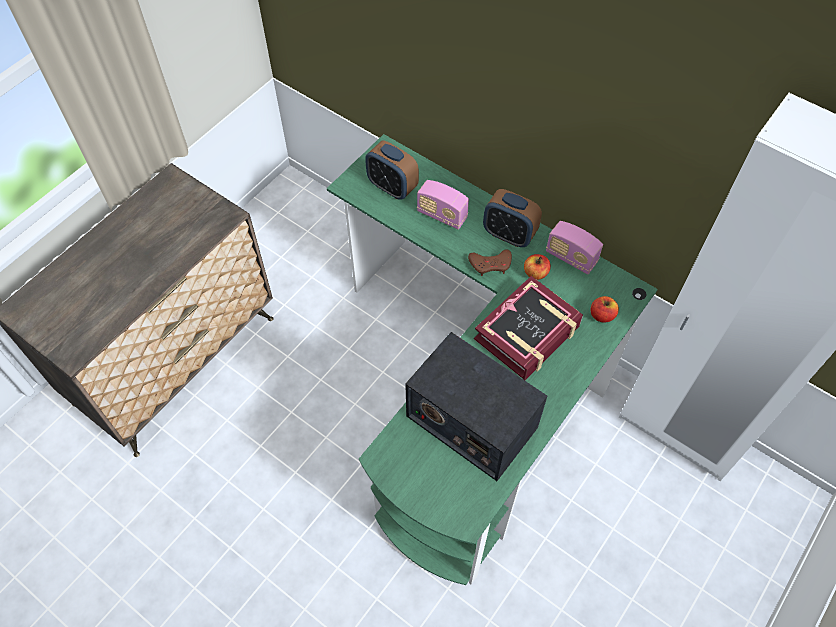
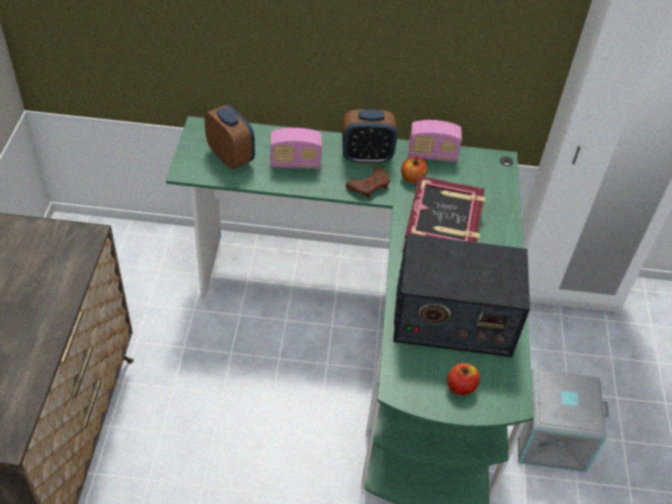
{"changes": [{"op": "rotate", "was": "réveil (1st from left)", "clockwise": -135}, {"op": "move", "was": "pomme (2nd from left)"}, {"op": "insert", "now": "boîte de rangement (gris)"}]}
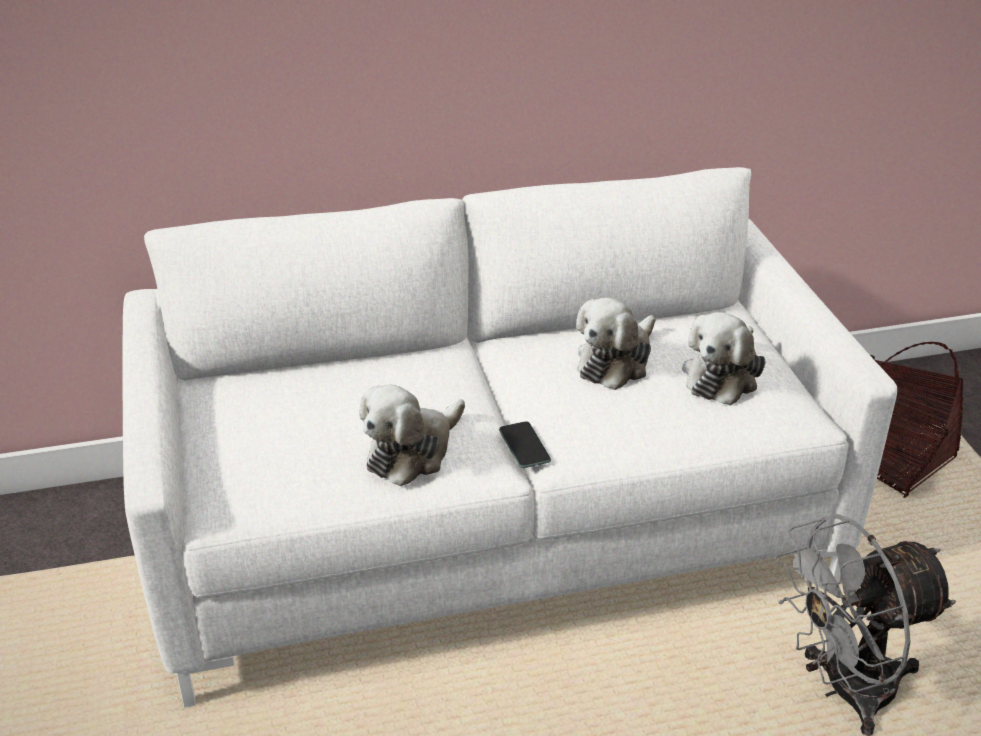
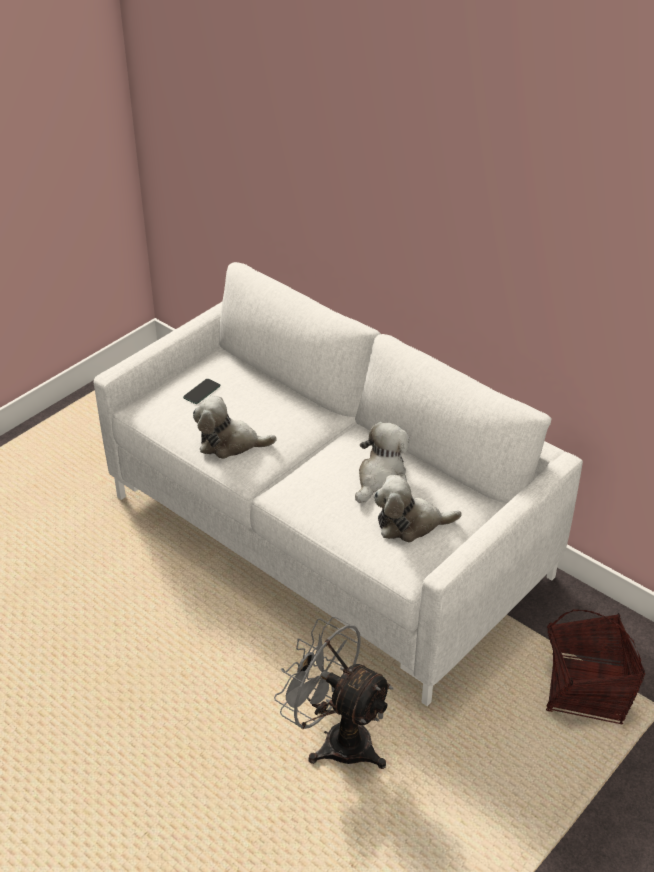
{"changes": [{"op": "rotate", "was": "peluche (2nd from left)", "clockwise": 120}, {"op": "move", "was": "téléphone"}]}
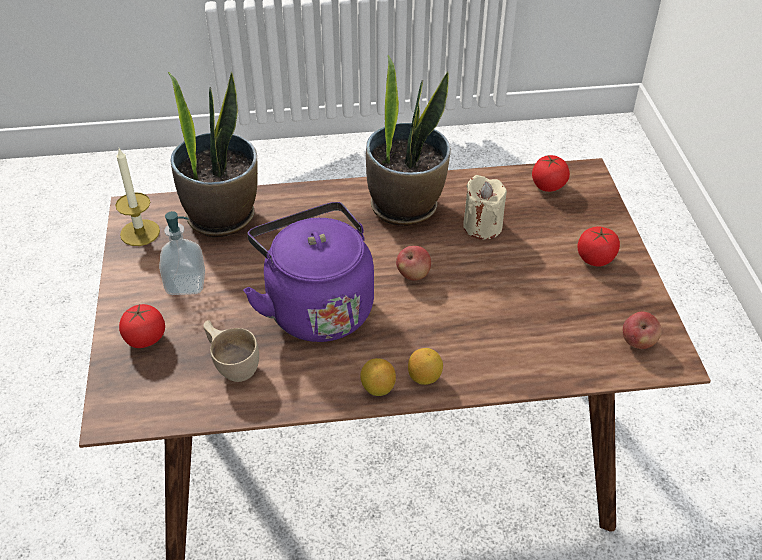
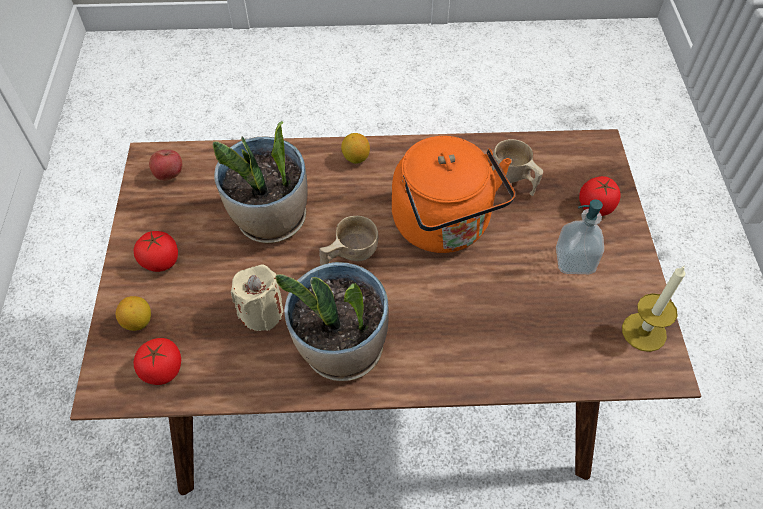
{"changes": [{"op": "move", "was": "plante en pot (1st from left)"}, {"op": "recolor", "was": "bouilloire (violet)", "now": "bouilloire (orange)"}, {"op": "replace", "was": "pomme (1st from left)", "now": "tasse (beige) (1st from left)"}, {"op": "move", "was": "citron (1st from left)"}]}
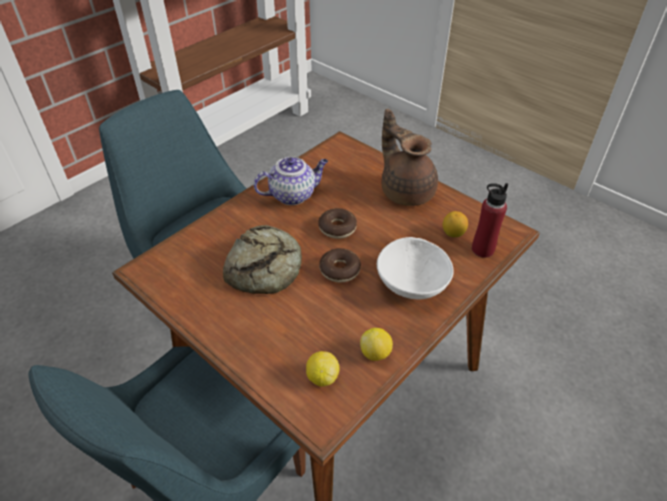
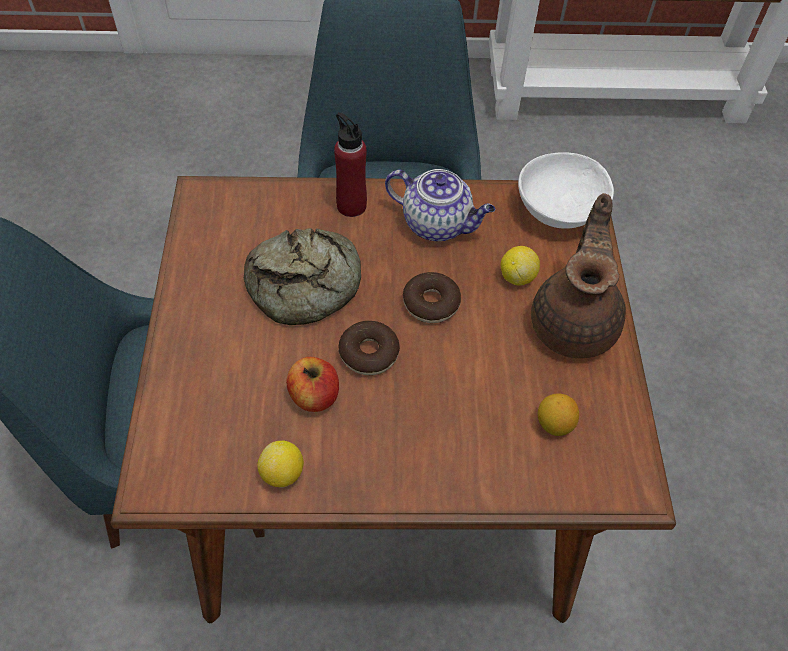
{"changes": [{"op": "move", "was": "bouteille (rouge)"}, {"op": "move", "was": "bol (blanc)"}, {"op": "move", "was": "citron (1st from left in the first image)", "now": "citron (2nd from left)"}, {"op": "insert", "now": "pomme"}]}
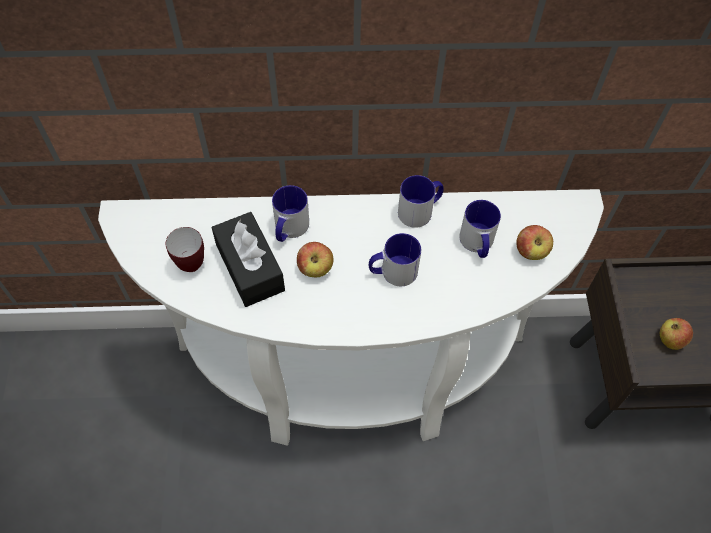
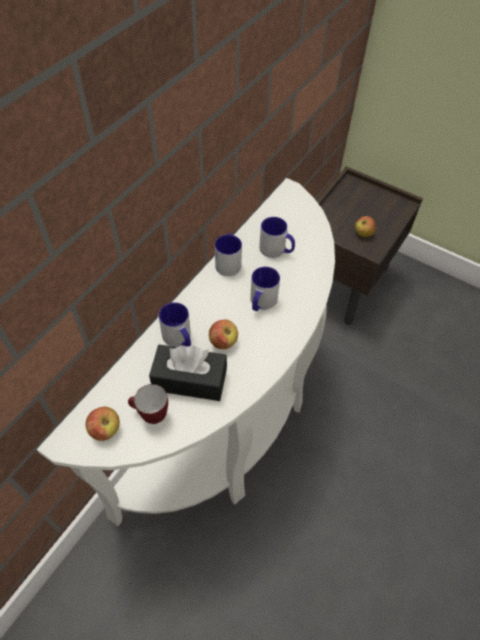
{"changes": [{"op": "move", "was": "pomme (2nd from left in the first image)", "now": "pomme (1st from left)"}]}
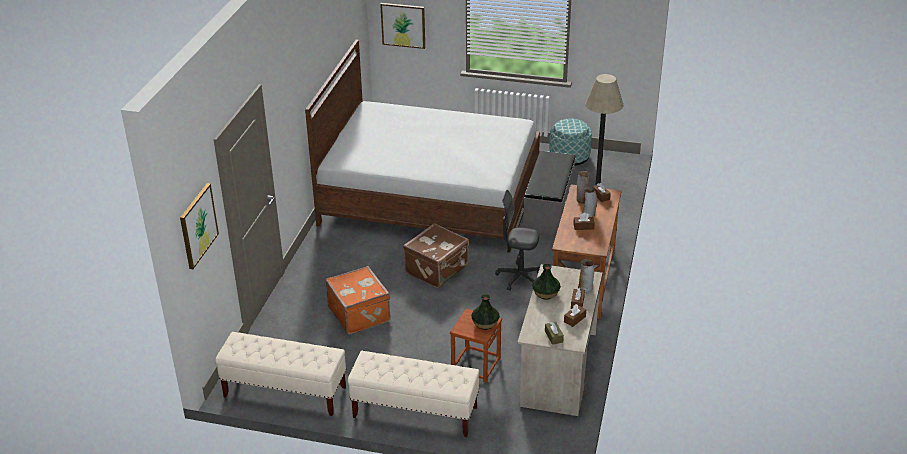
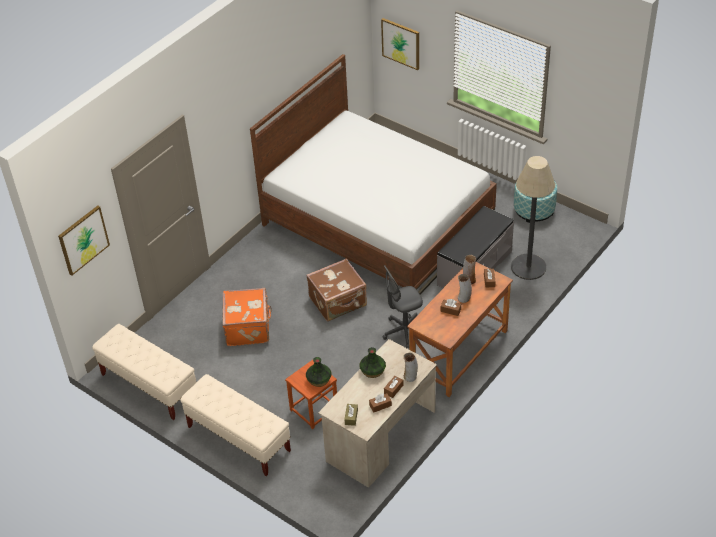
{"changes": [{"op": "rotate", "was": "chaise de bureau (gris)", "clockwise": -60}]}
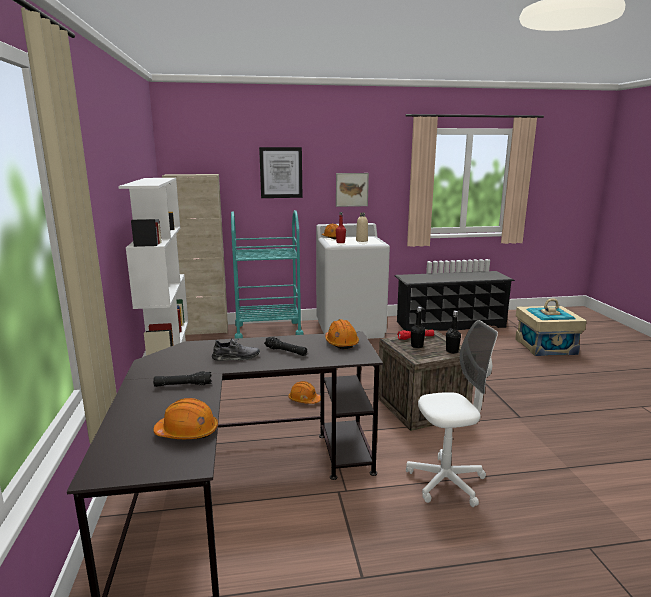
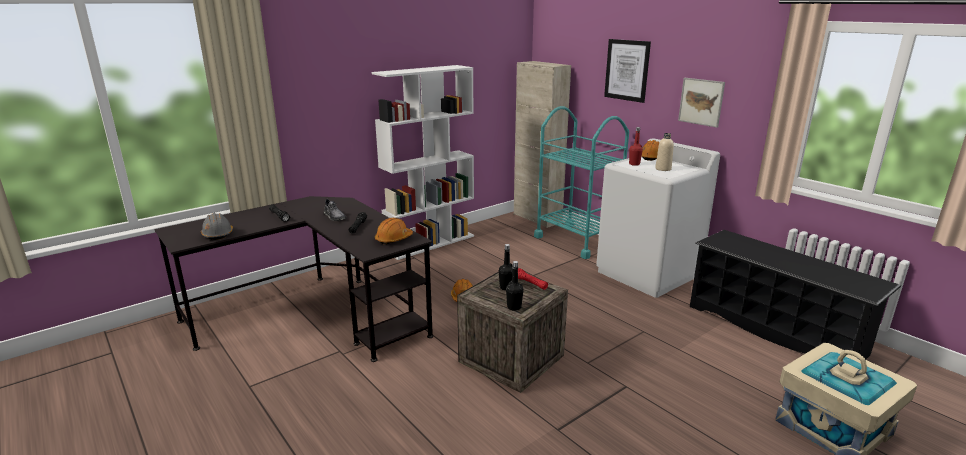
{"changes": [{"op": "delete", "was": "chaise de bureau (blanc)"}, {"op": "recolor", "was": "casque de chantier (orange) (1st from left)", "now": "casque de chantier (gris)"}]}
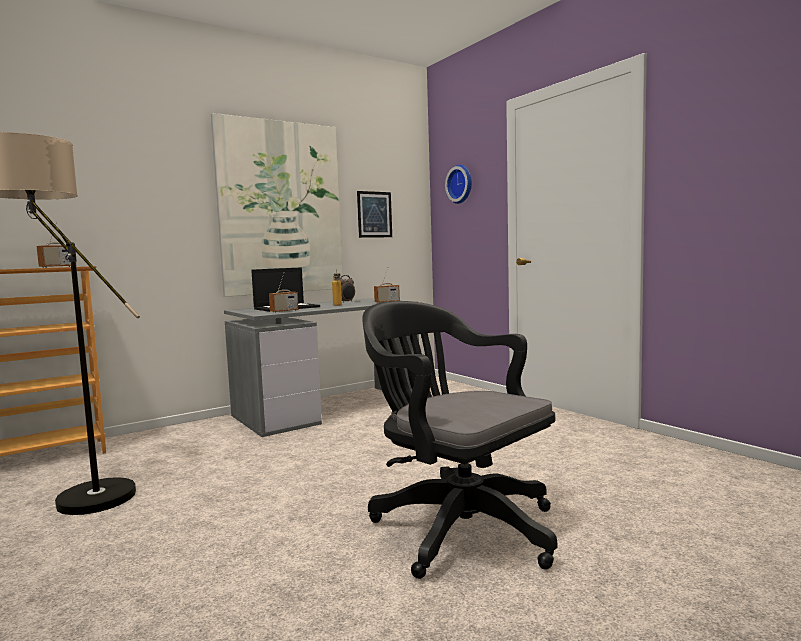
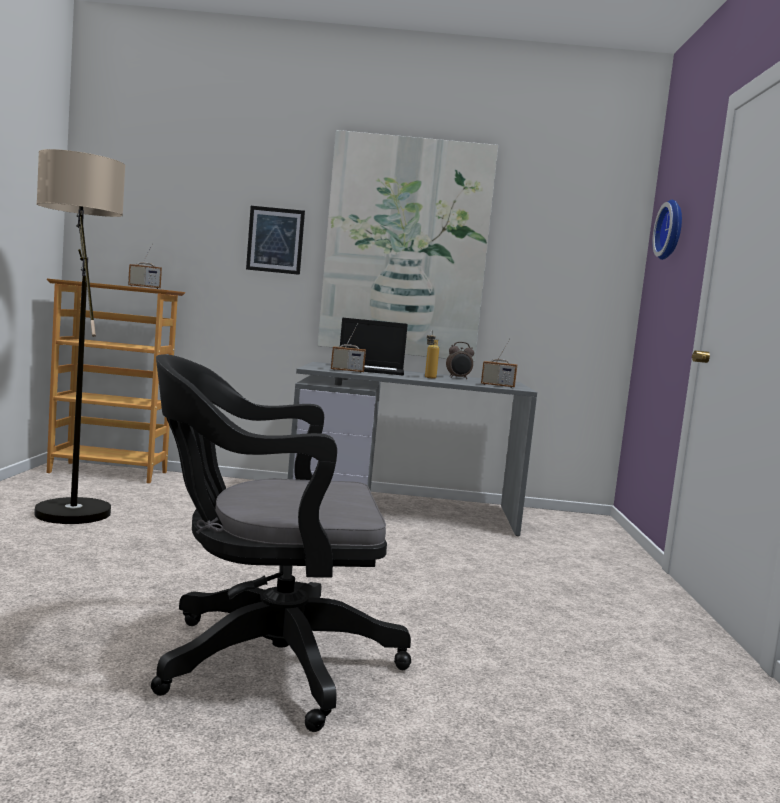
{"changes": [{"op": "move", "was": "tableau (2nd from left in the first image)", "now": "tableau (1st from left)"}, {"op": "rotate", "was": "chaise de bureau (noir)", "clockwise": -90}]}
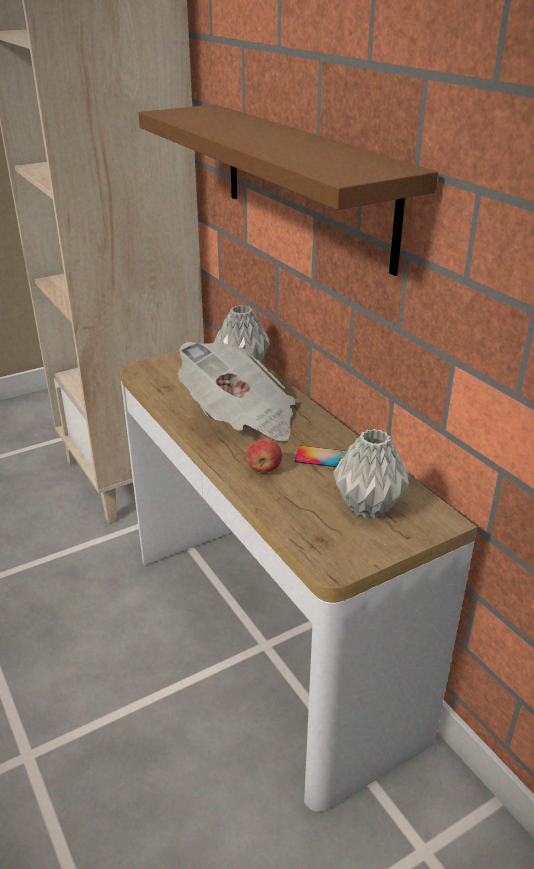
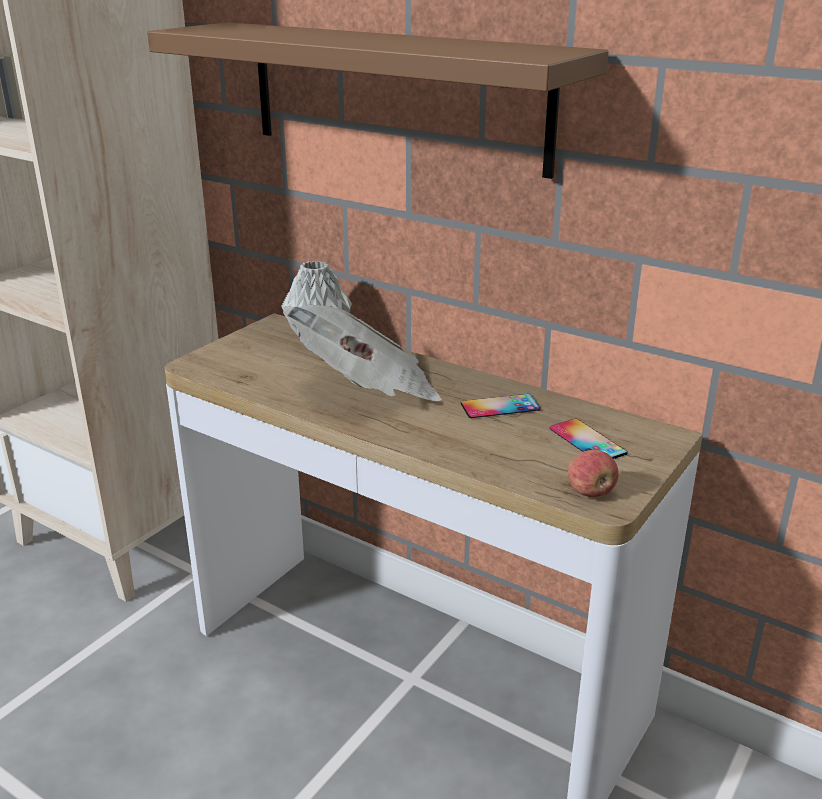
{"changes": [{"op": "replace", "was": "vase (gris) (2nd from left)", "now": "téléphone (2nd from left)"}, {"op": "move", "was": "pomme"}]}
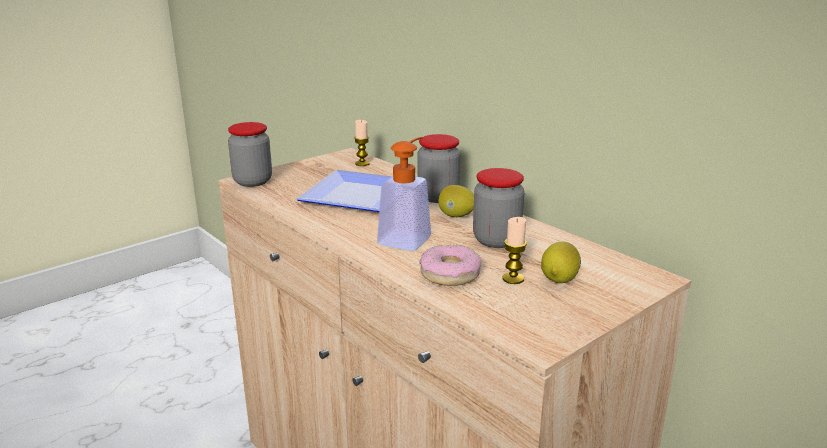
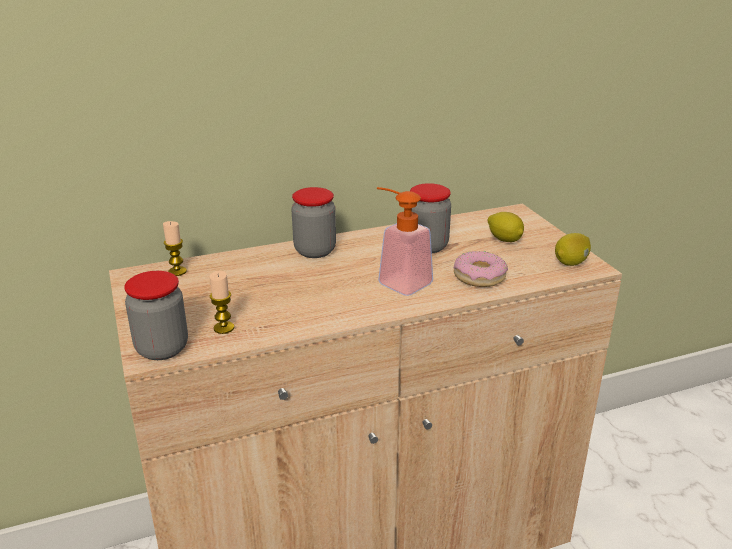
{"changes": [{"op": "delete", "was": "assiette"}, {"op": "move", "was": "citron (1st from left in the first image)", "now": "citron (2nd from left)"}, {"op": "move", "was": "bougie (2nd from left)"}]}
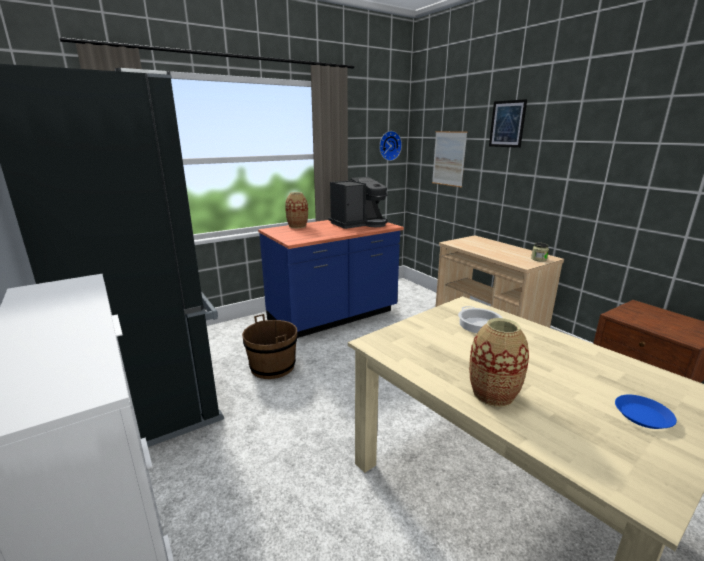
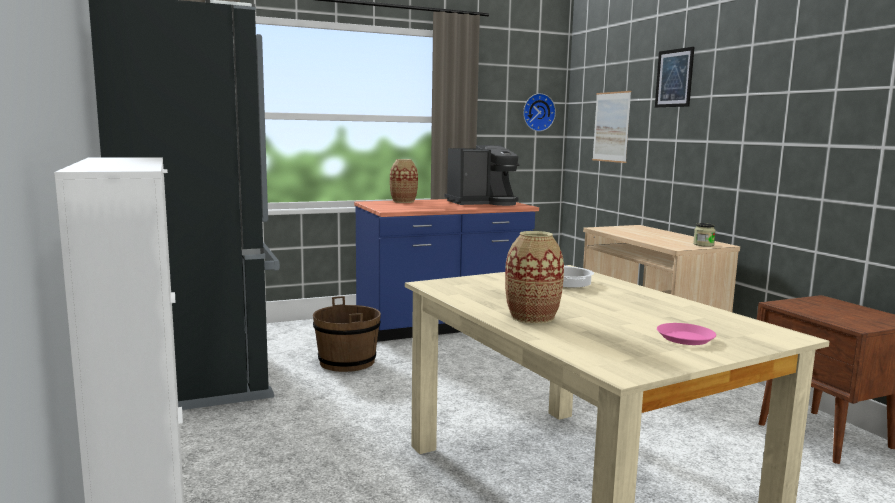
{"changes": [{"op": "recolor", "was": "assiette (bleu)", "now": "assiette (rose)"}]}
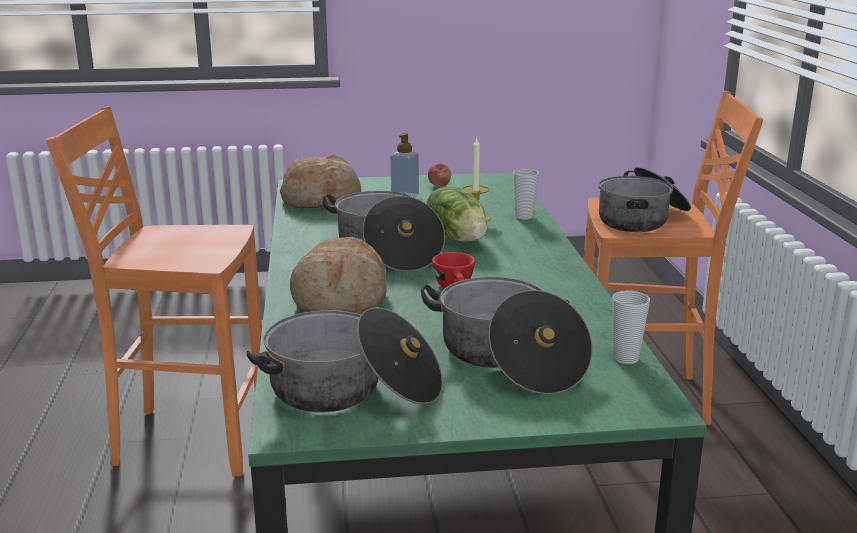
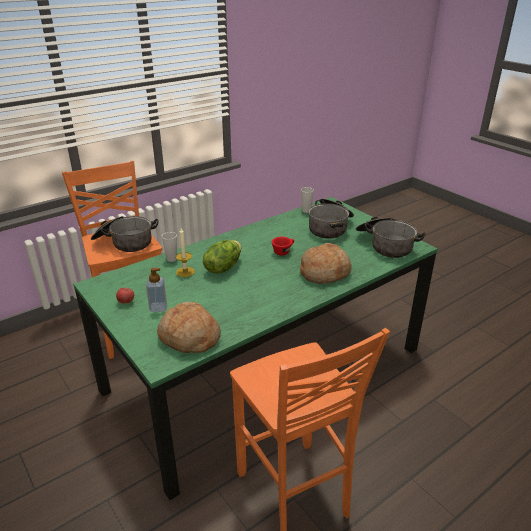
{"changes": [{"op": "delete", "was": "marmite (2nd from left)"}]}
